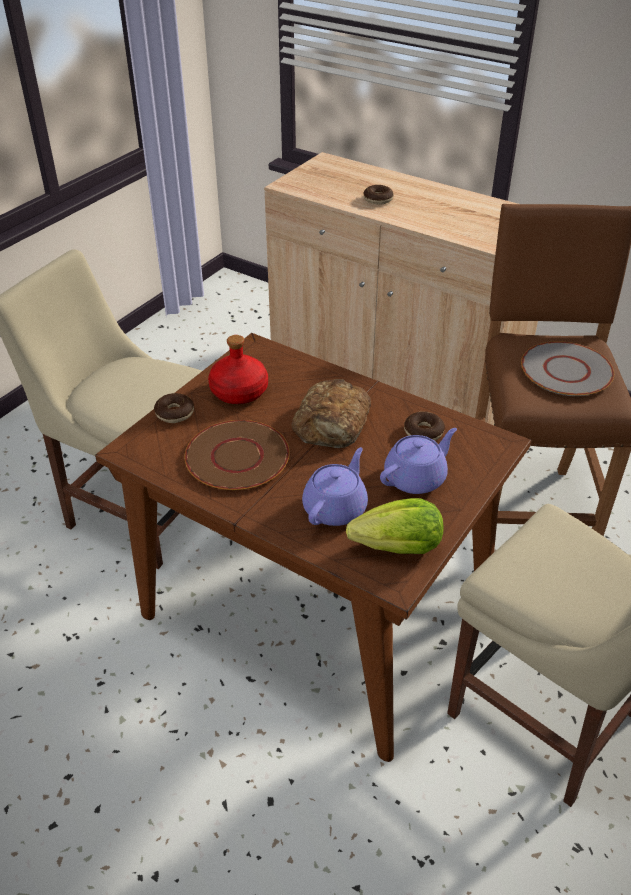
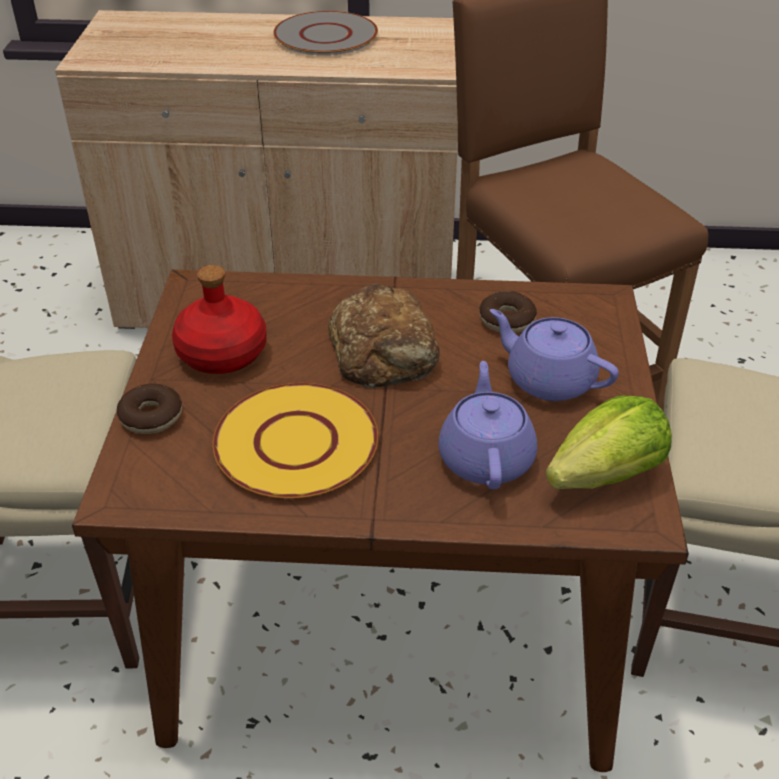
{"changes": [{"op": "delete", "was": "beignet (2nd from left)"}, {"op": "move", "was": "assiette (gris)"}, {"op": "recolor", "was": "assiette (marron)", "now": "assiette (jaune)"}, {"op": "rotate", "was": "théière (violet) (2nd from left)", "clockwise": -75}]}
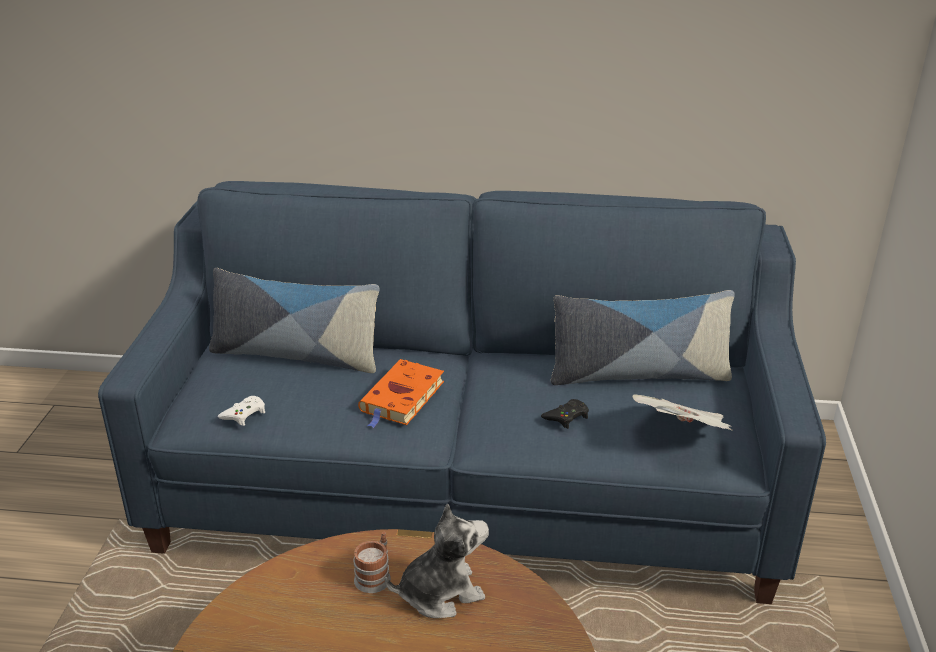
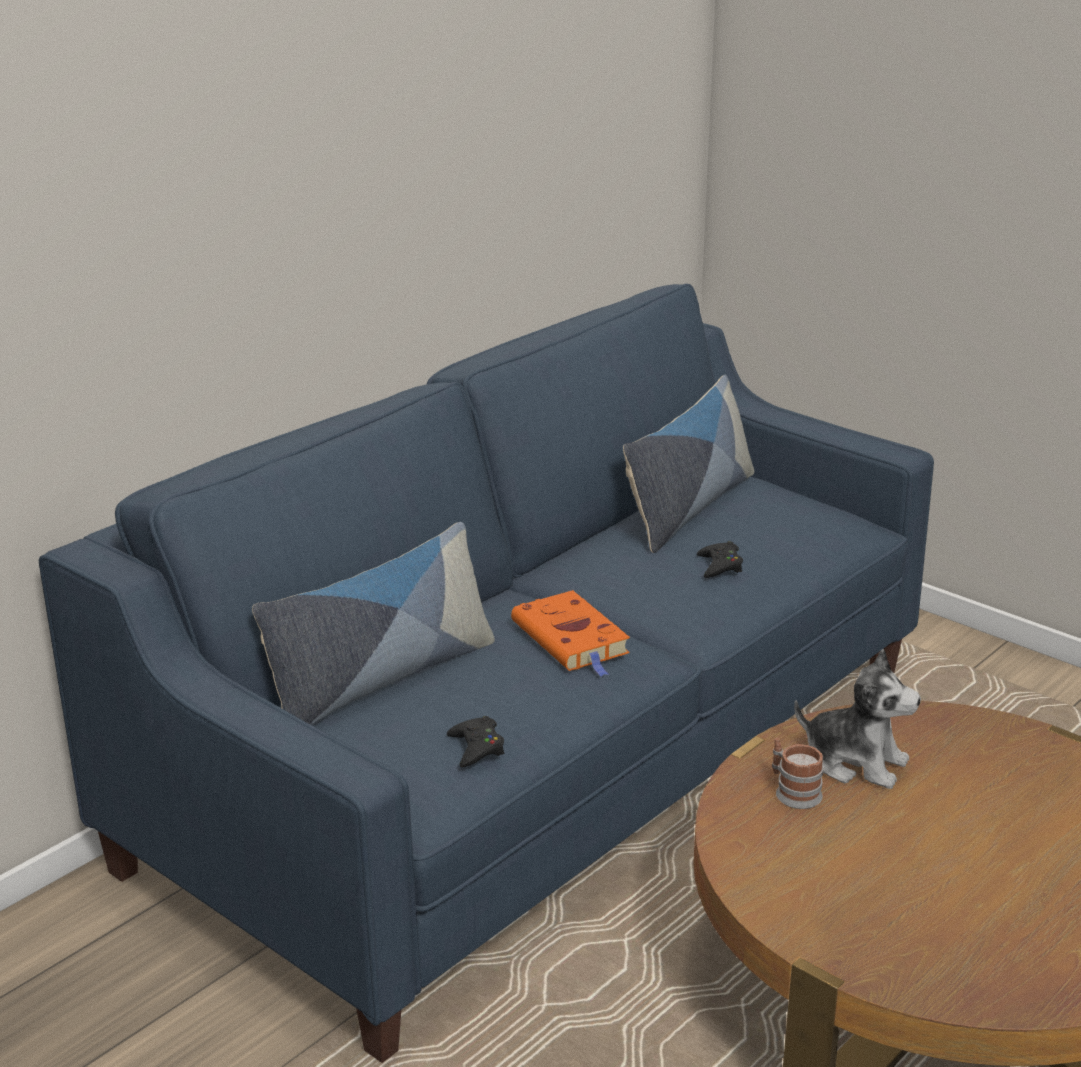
{"changes": [{"op": "delete", "was": "journal"}, {"op": "recolor", "was": "manette (blanc)", "now": "manette (noir) (1st from left)"}, {"op": "rotate", "was": "peluche", "clockwise": 105}]}
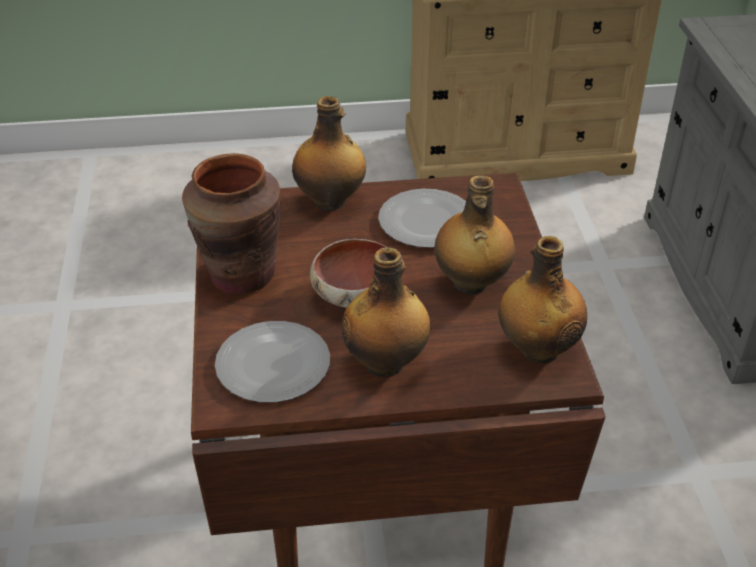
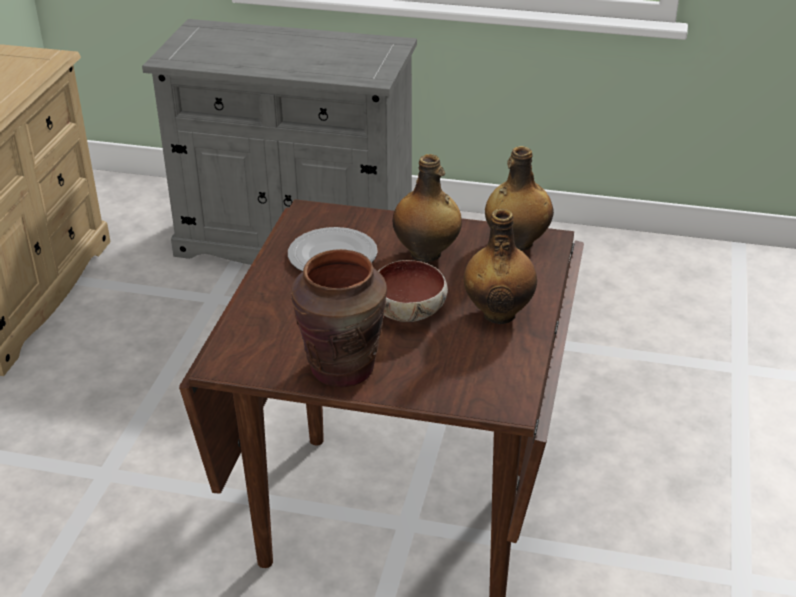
{"changes": [{"op": "delete", "was": "bouteille (1st from left)"}, {"op": "delete", "was": "assiette (1st from left)"}]}
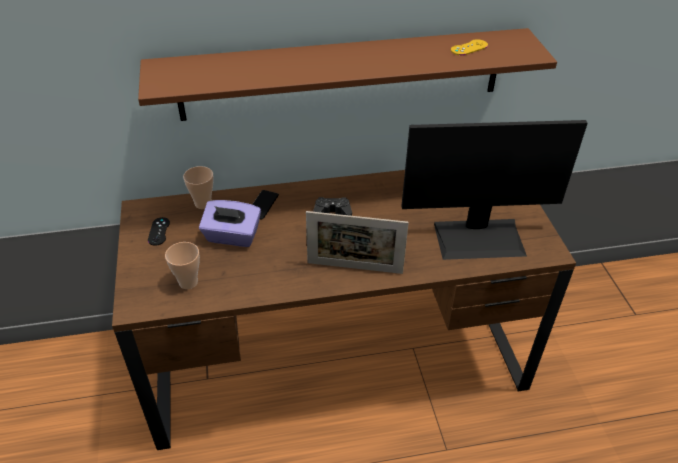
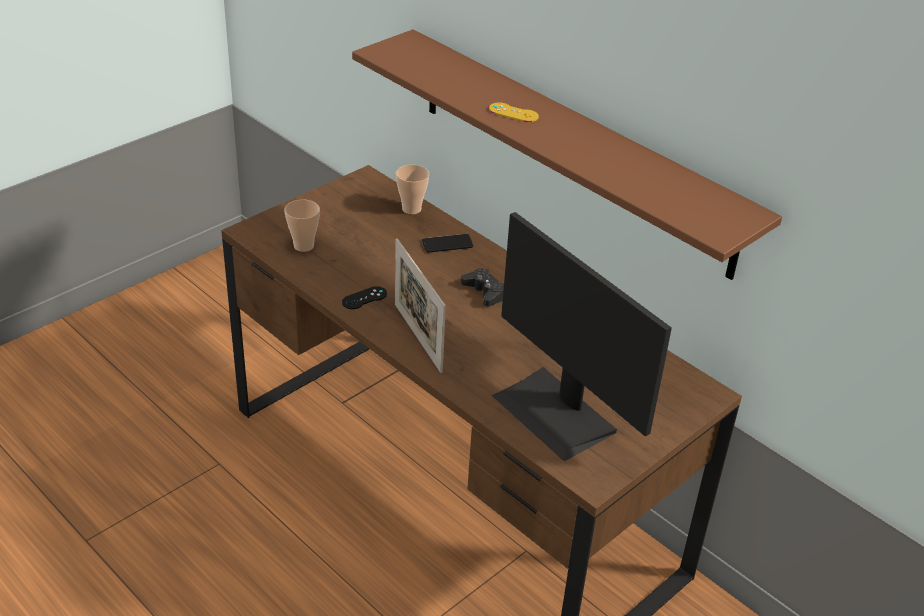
{"changes": [{"op": "move", "was": "manette (jaune)"}, {"op": "delete", "was": "boîte à mouchoirs (violet)"}, {"op": "move", "was": "manette (noir) (1st from left)"}]}
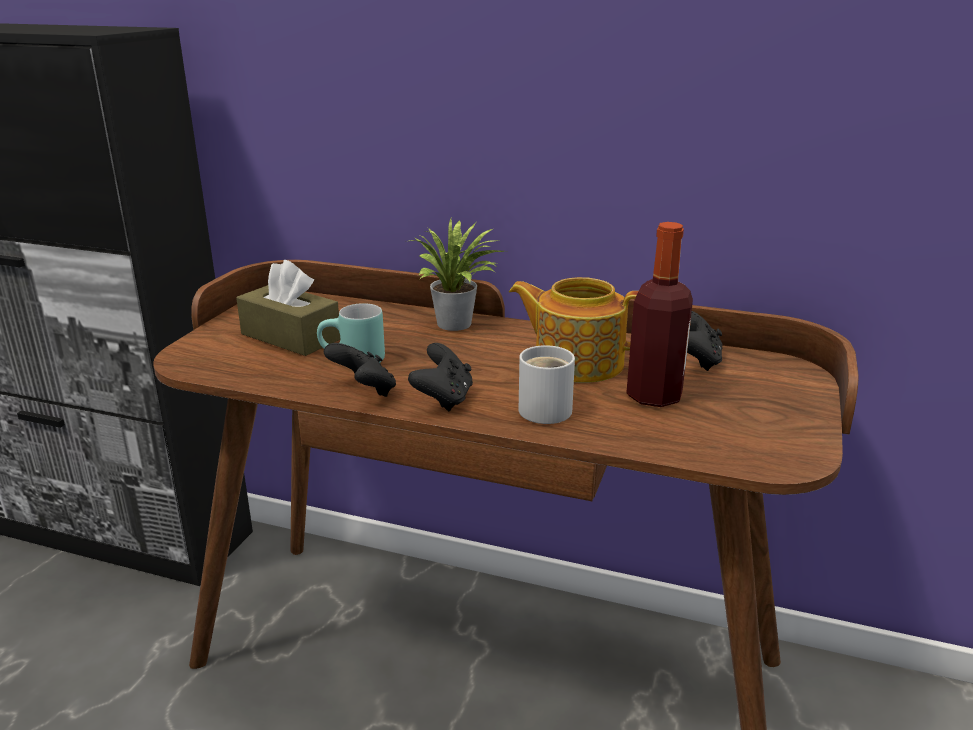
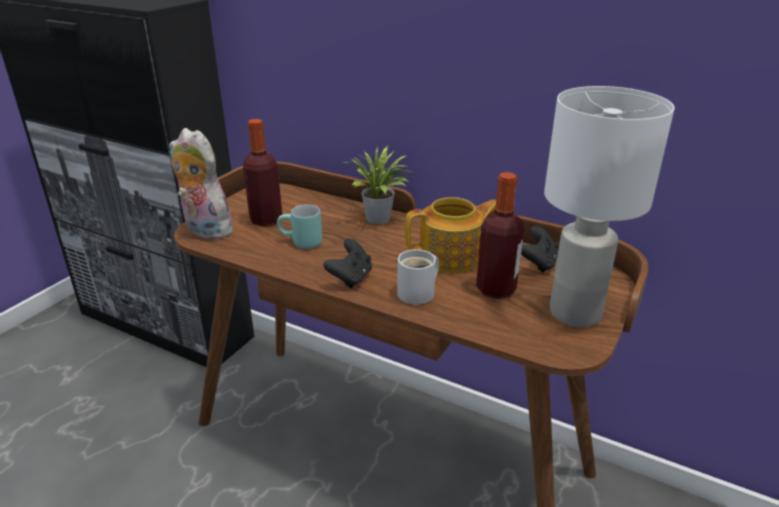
{"changes": [{"op": "replace", "was": "boîte à mouchoirs (marron)", "now": "bouteille (1st from left)"}, {"op": "rotate", "was": "théière", "clockwise": 135}, {"op": "delete", "was": "manette (noir) (1st from left)"}, {"op": "insert", "now": "lampe de table (blanc)"}, {"op": "insert", "now": "peluche"}]}
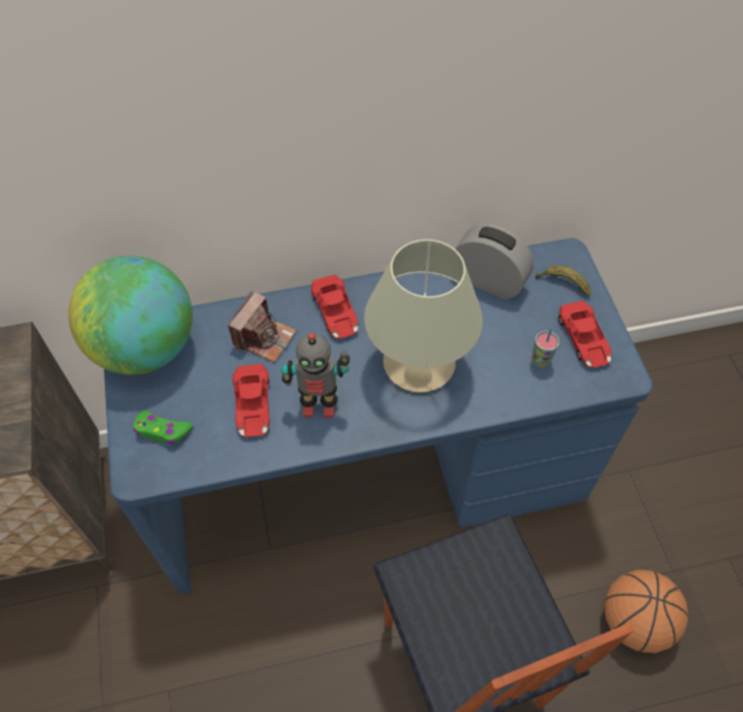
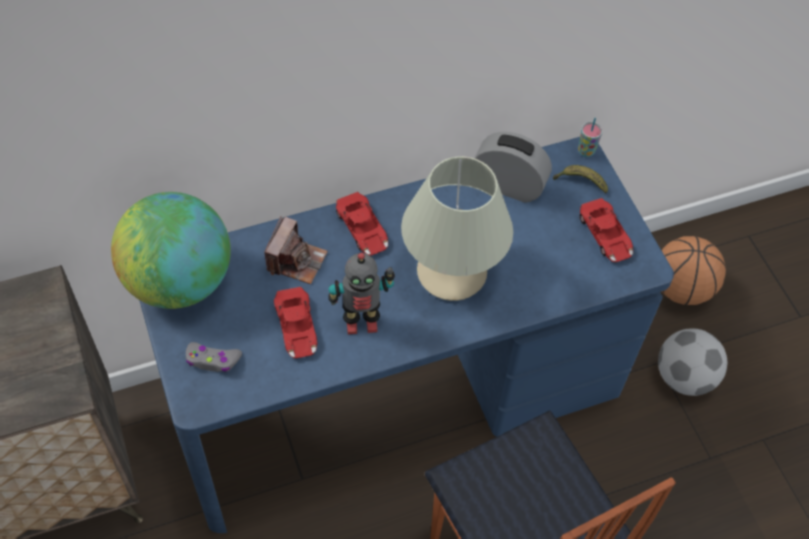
{"changes": [{"op": "move", "was": "tasse"}, {"op": "recolor", "was": "manette (vert)", "now": "manette (gris)"}, {"op": "move", "was": "ballon de basket"}, {"op": "insert", "now": "ballon de foot"}]}
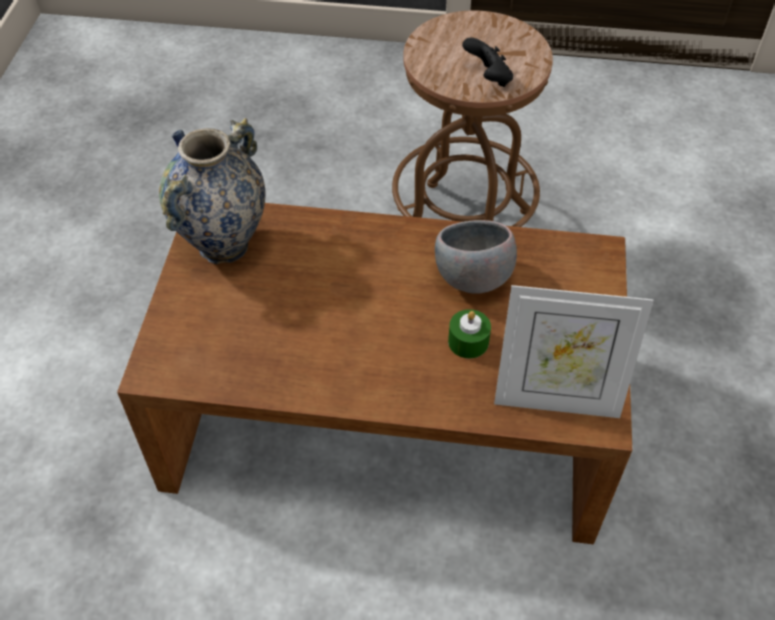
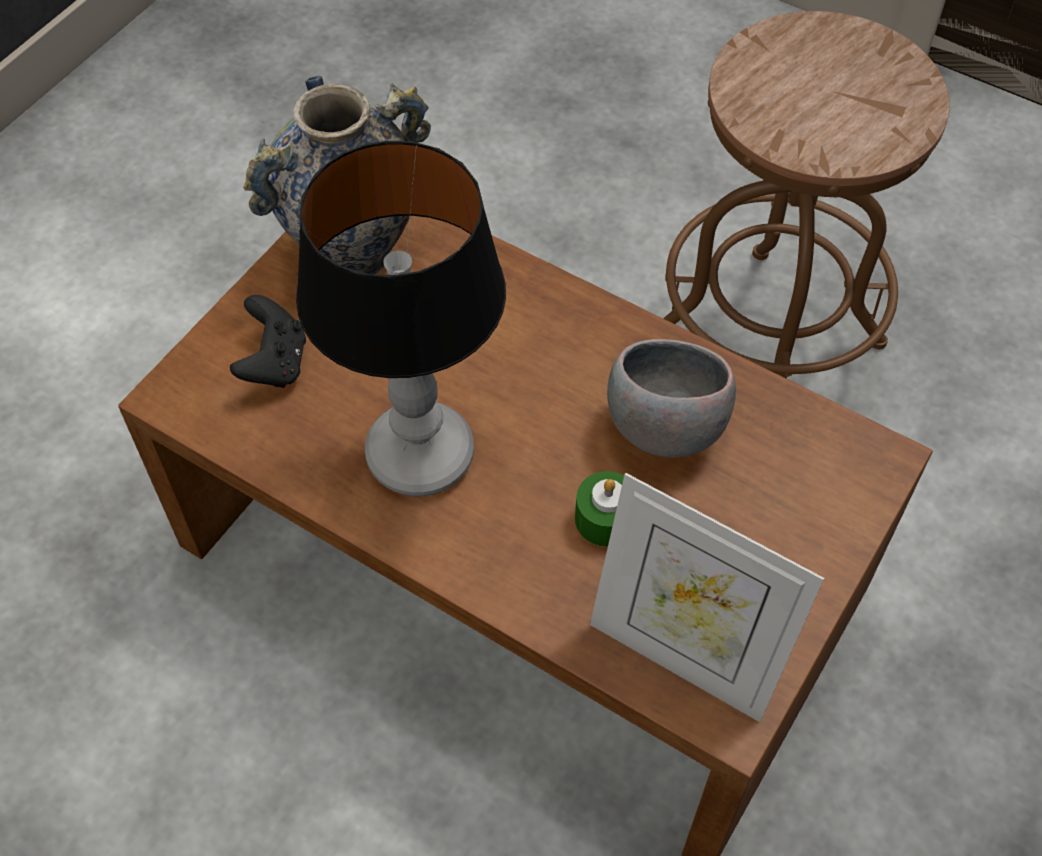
{"changes": [{"op": "move", "was": "manette (noir)"}, {"op": "insert", "now": "lampe de table"}]}
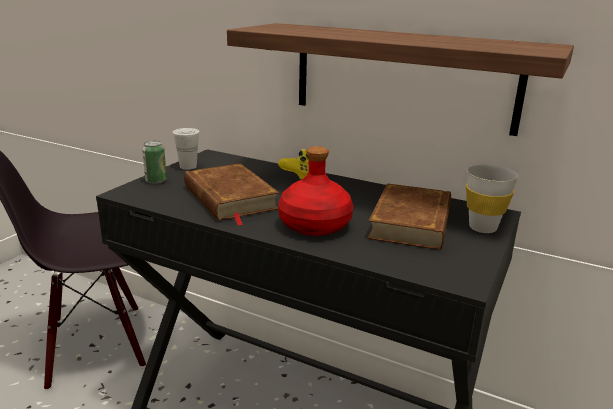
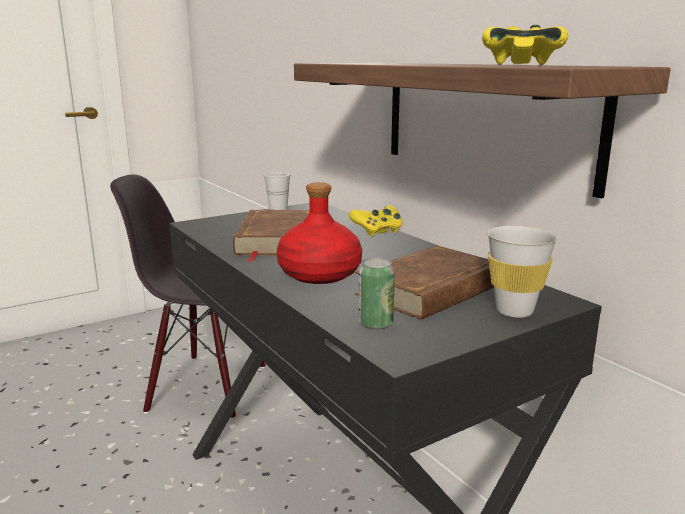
{"changes": [{"op": "move", "was": "boîte métallique"}, {"op": "insert", "now": "manette (jaune) (2nd from left)"}]}
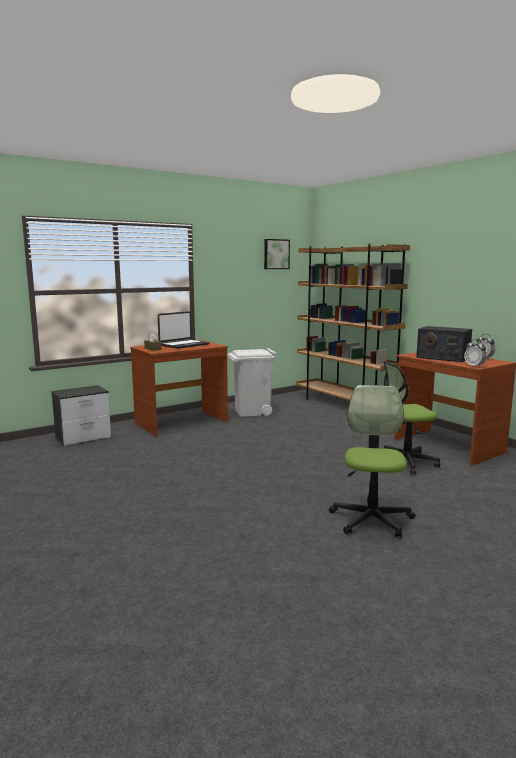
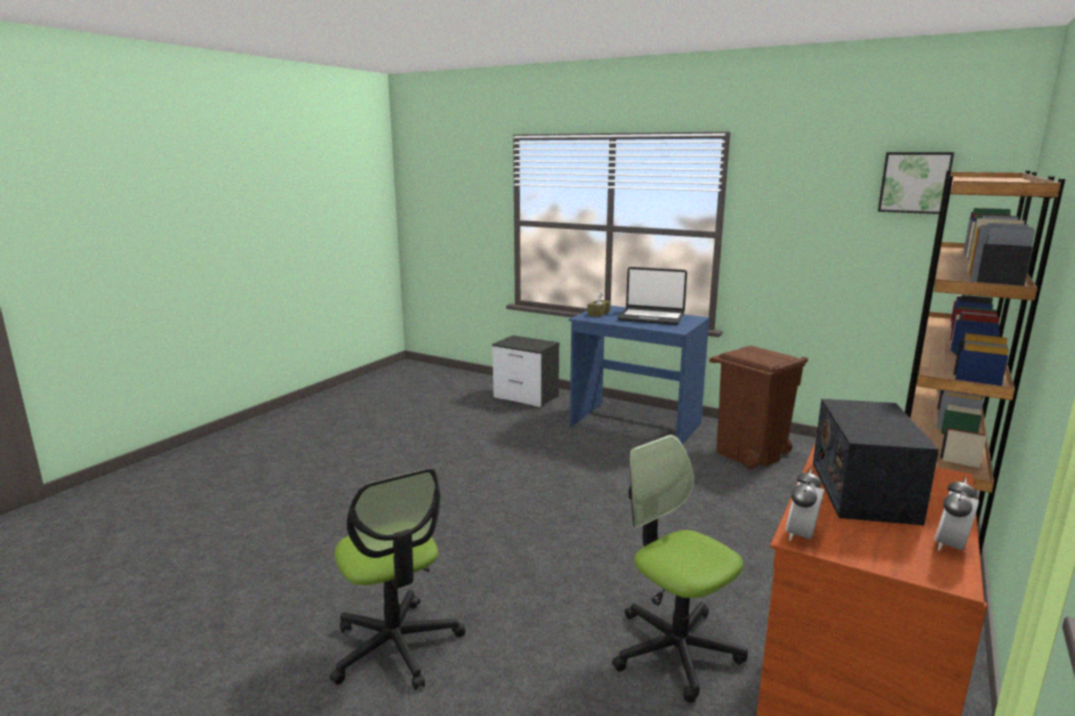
{"changes": [{"op": "recolor", "was": "bureau (marron) (1st from left)", "now": "bureau (bleu)"}, {"op": "recolor", "was": "poubelle (blanc)", "now": "poubelle (marron)"}, {"op": "rotate", "was": "chaise de bureau (1st from left)", "clockwise": 75}]}
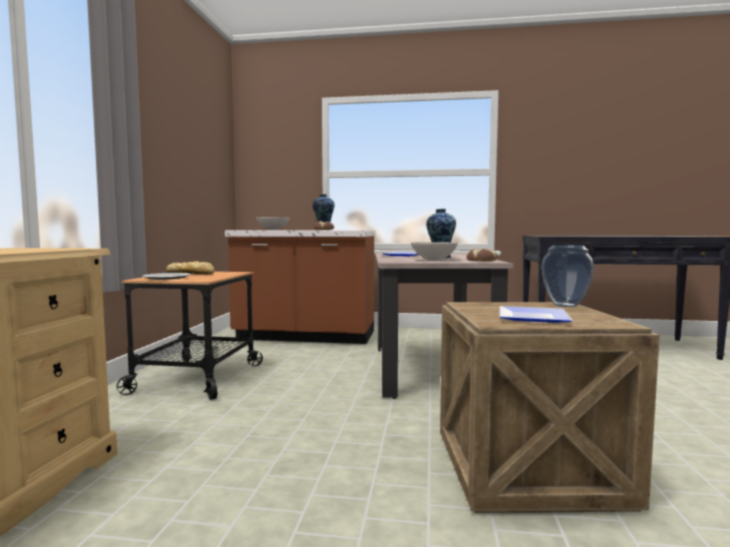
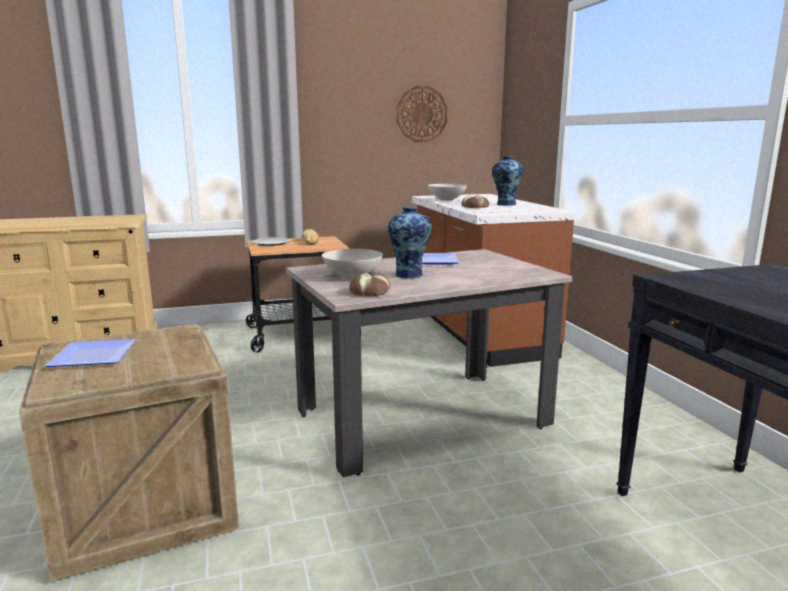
{"changes": [{"op": "delete", "was": "vase (3rd from left)"}, {"op": "insert", "now": "horloge murale"}]}
